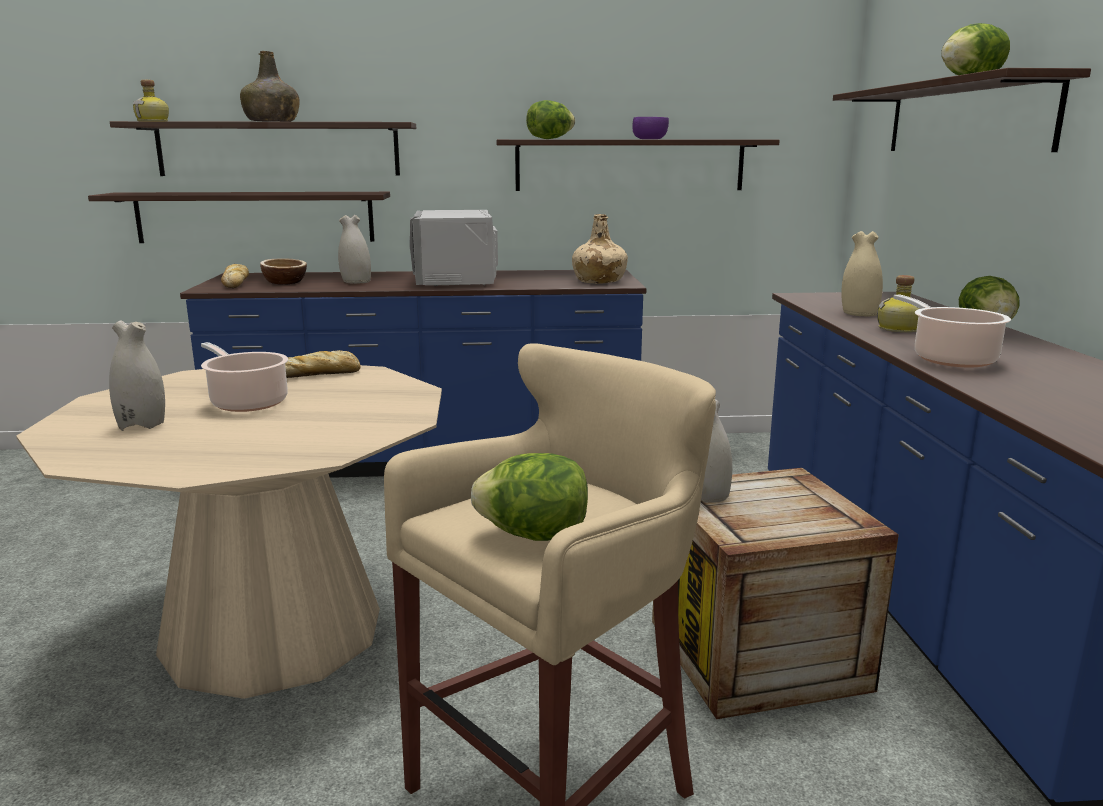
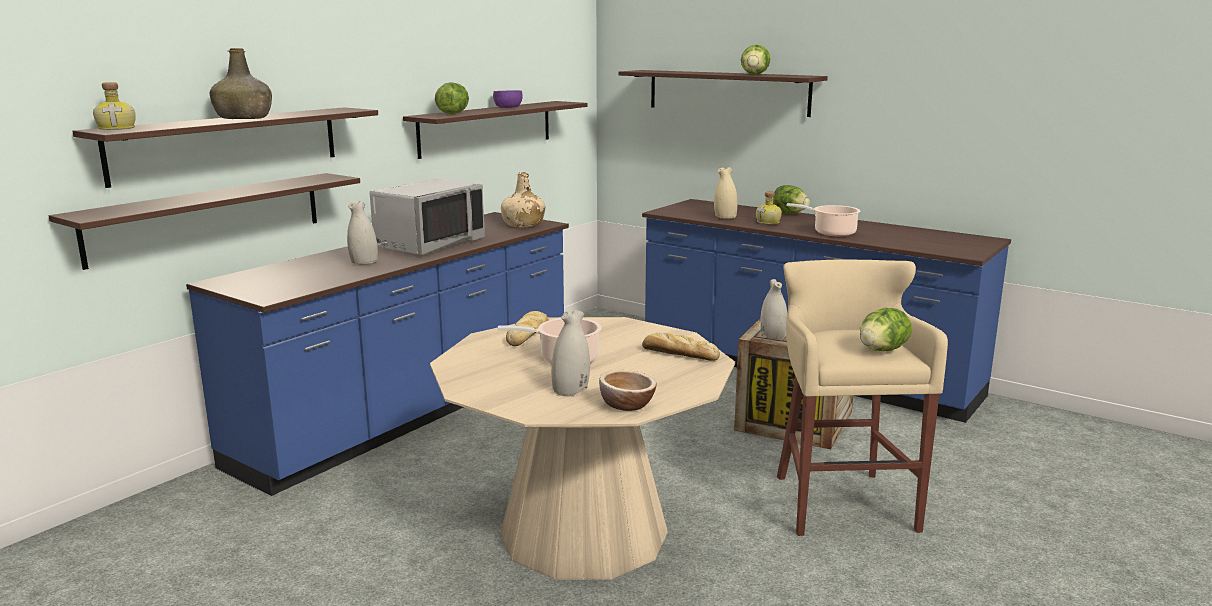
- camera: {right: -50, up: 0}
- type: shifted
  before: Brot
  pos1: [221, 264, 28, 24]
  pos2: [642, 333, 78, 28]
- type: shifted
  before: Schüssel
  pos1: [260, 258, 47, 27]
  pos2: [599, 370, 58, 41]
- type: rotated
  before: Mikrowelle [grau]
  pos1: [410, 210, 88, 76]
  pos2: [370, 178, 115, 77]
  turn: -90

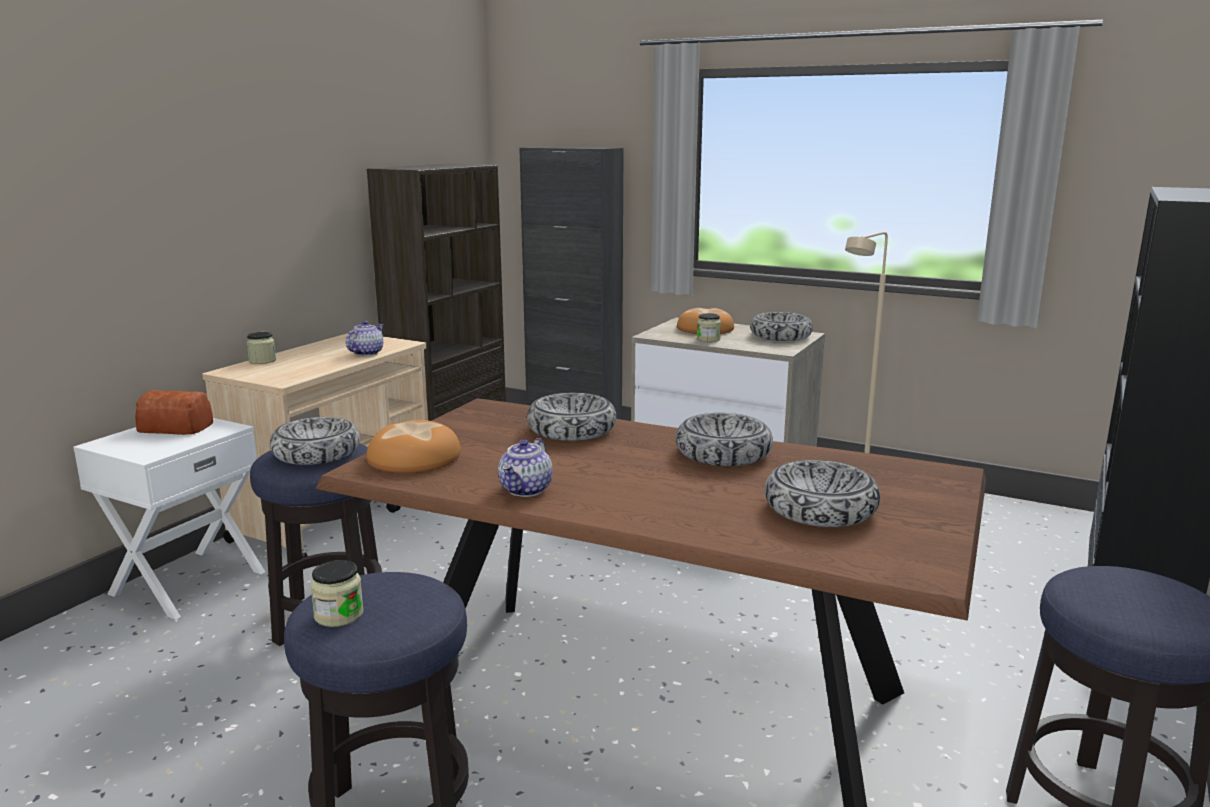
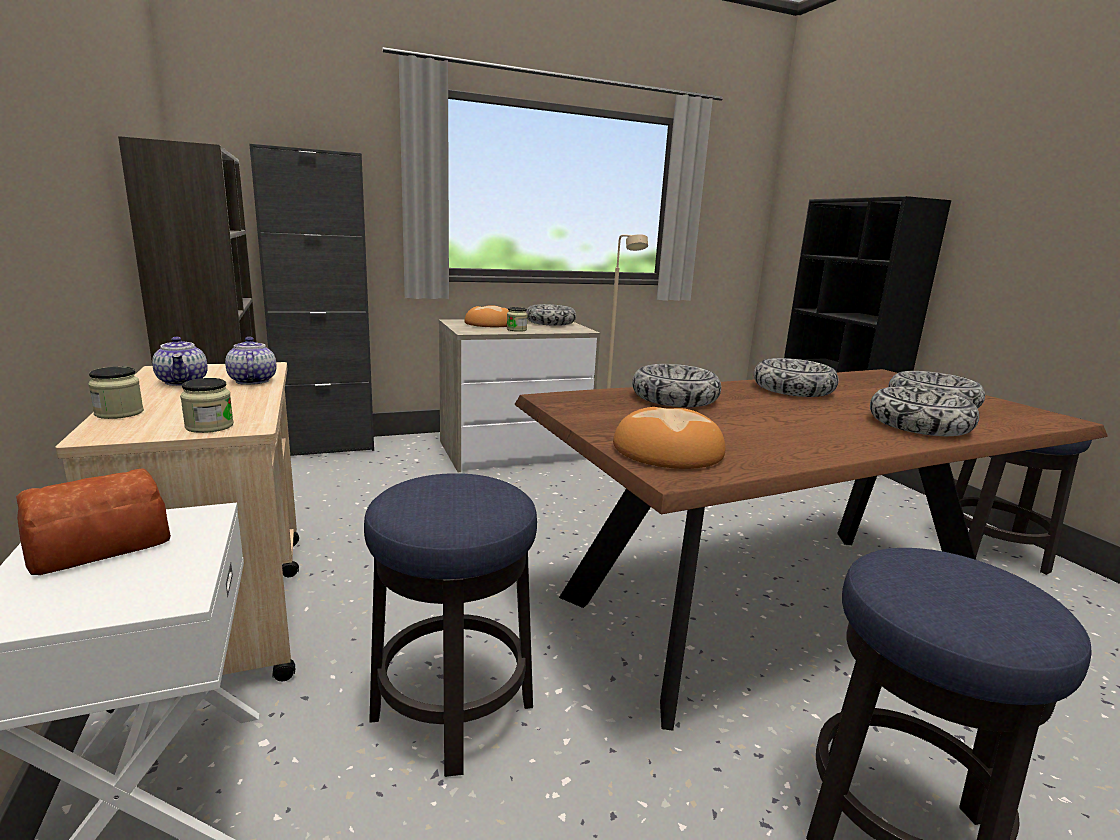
- camera: {right: -50, up: 0}
- type: shifted
  before: Schüssel
  pos1: [270, 417, 90, 48]
  pos2: [870, 387, 109, 49]
- type: shifted
  before: Vorratsglas
  pos1: [310, 560, 54, 67]
  pos2: [180, 378, 54, 55]
- type: shifted
  before: Teekanne
  pos1: [498, 438, 55, 59]
  pos2: [152, 337, 56, 49]

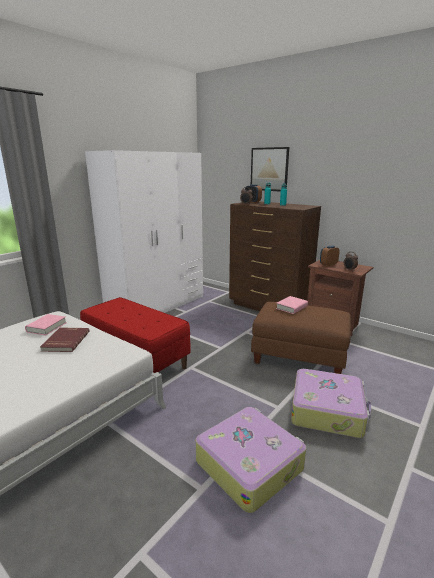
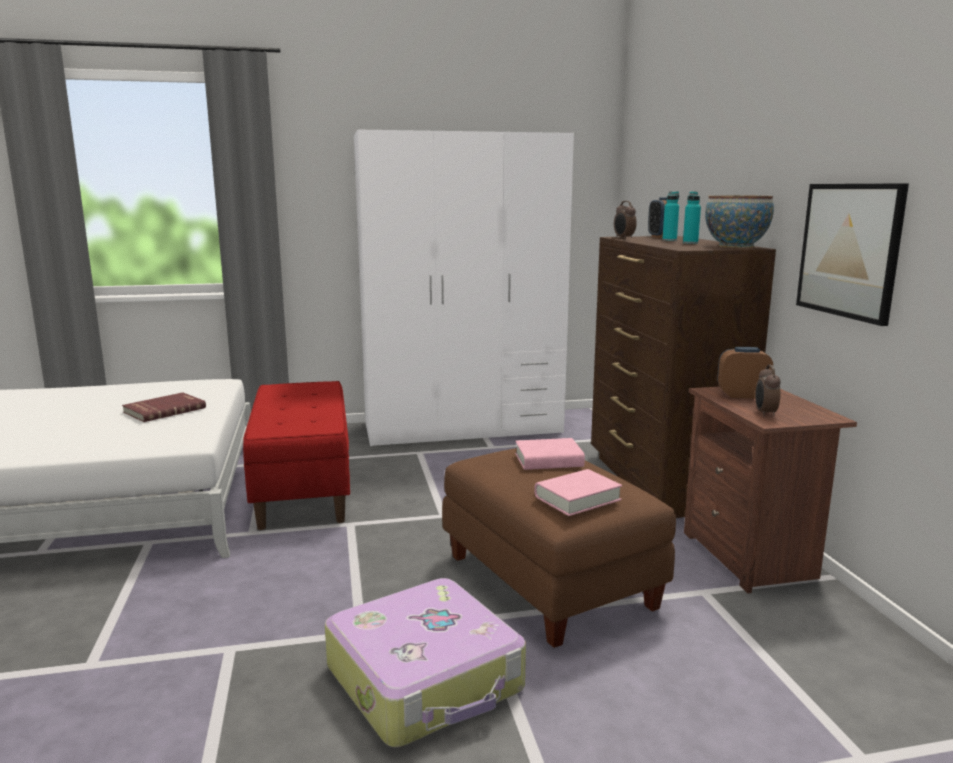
- camera: {right: 40, up: -5}
- type: gone
  before: Koffer
  pos1: [195, 407, 111, 106]
- type: new
  after: Schüssel
  pos2: [705, 196, 69, 52]
- type: shifted
  before: Buch [rosa]
  pos1: [25, 314, 42, 22]
  pos2: [534, 469, 88, 47]
- type: shifted
  before: Bild
  pos1: [251, 147, 38, 45]
  pos2: [796, 183, 113, 143]

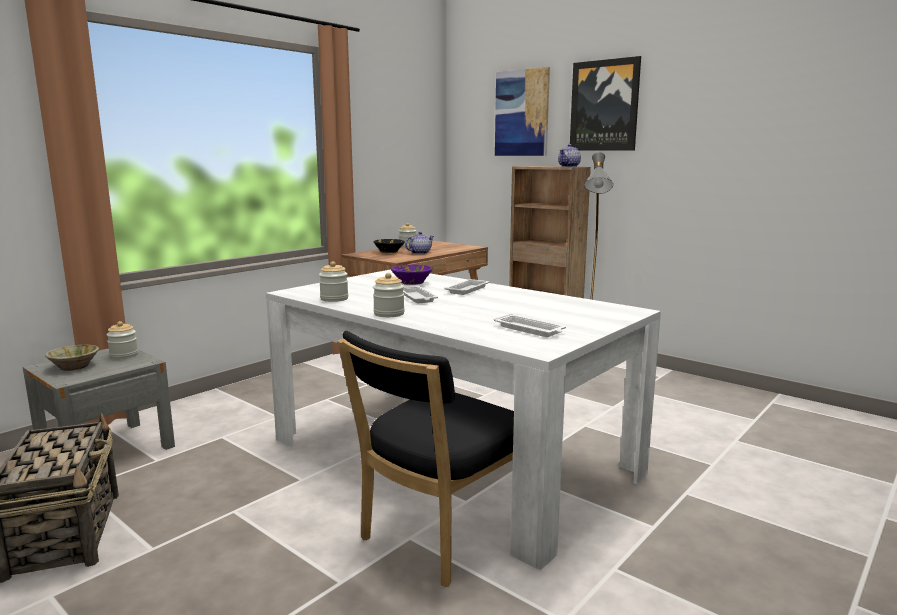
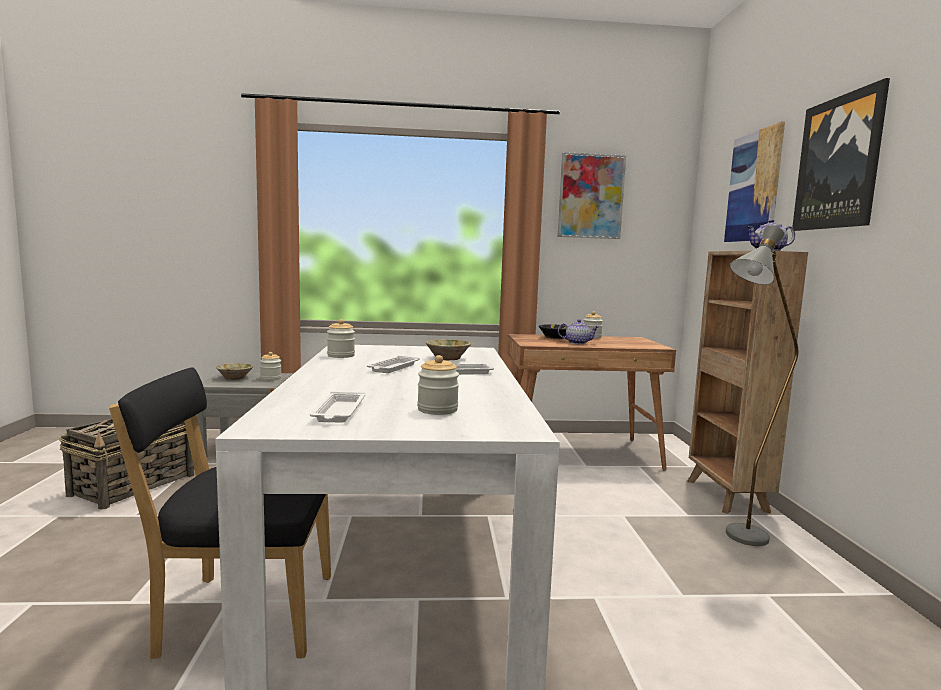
- camera: {right: 45, up: -5}
- type: new
  after: Bild
  pos2: [558, 152, 68, 87]
- type: shifted
  before: Vorratsglas
  pos1: [373, 273, 32, 44]
  pos2: [417, 355, 42, 60]
- type: repainted
  before: Schüssel [lila]
  after: Schüssel [beige]
  pos1: [391, 264, 42, 21]
  pos2: [426, 340, 45, 20]

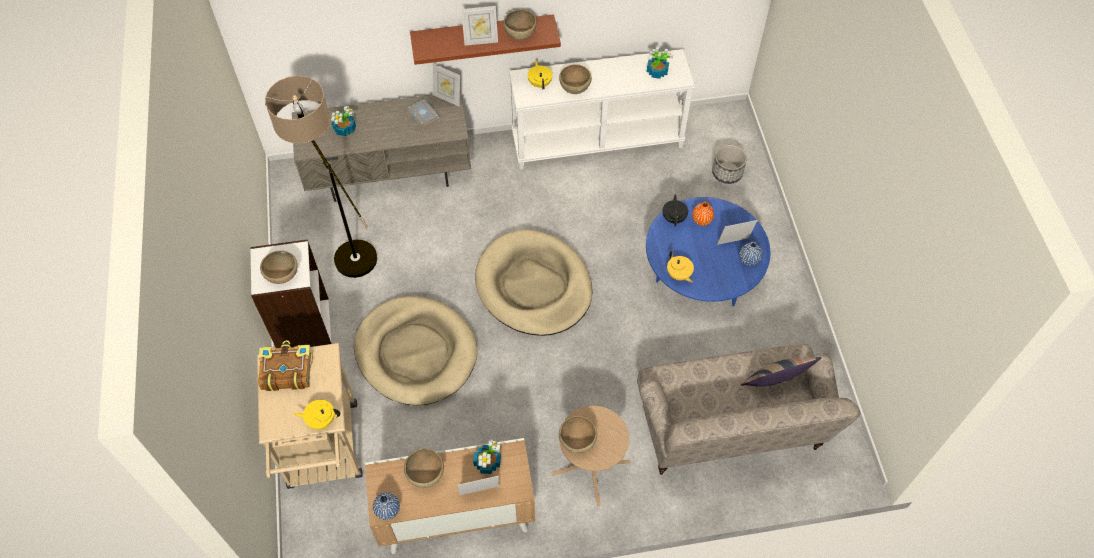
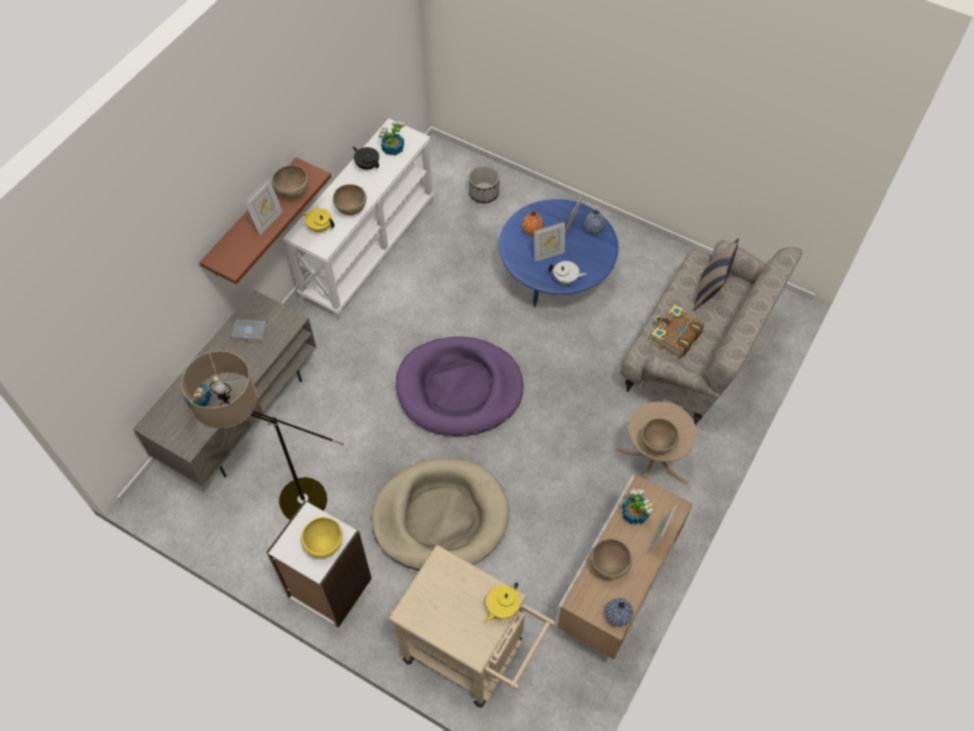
- camera: {right: -50, up: 0}
- type: shifted
  before: Buch
  pos1: [258, 340, 55, 51]
  pos2: [649, 304, 55, 54]
- type: shifted
  before: Bilderrahmen
  pos1: [433, 64, 27, 43]
  pos2: [534, 222, 31, 40]
- type: shifted
  before: Teekanne [schwarz]
  pos1: [663, 194, 25, 32]
  pos2: [353, 146, 26, 24]
- type: repainted
  before: Schüssel [braun]
  after: Schüssel [gelb]
  pos1: [260, 251, 38, 33]
  pos2: [301, 517, 42, 41]
- type: repainted
  before: Hundebett [beige]
  after: Hundebett [lila]
  pos1: [475, 229, 117, 107]
  pos2: [396, 336, 128, 100]
- type: repainted
  before: Teekanne [gelb]
  after: Teekanne [weiß]
  pos1: [667, 251, 27, 32]
  pos2: [548, 261, 38, 24]

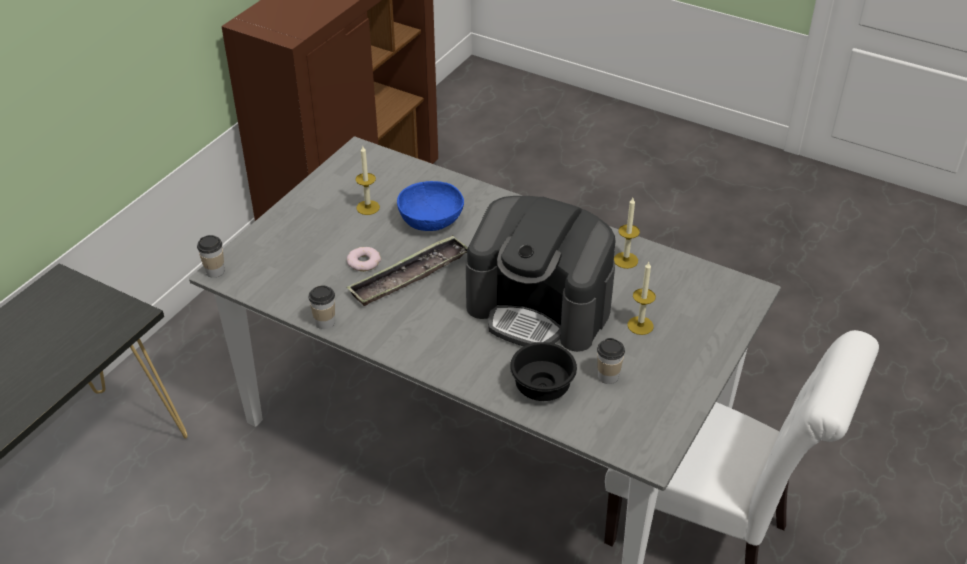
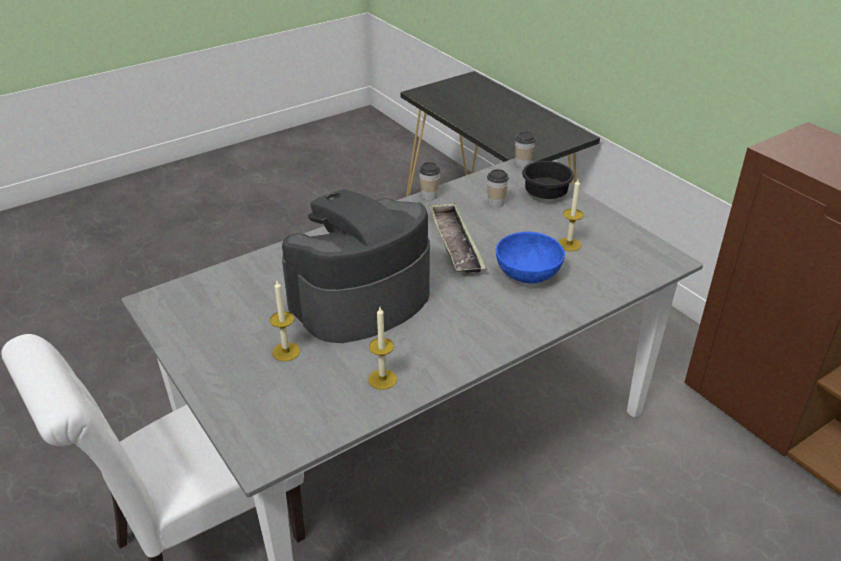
- camera: {right: 115, up: -5}
- type: gone
  before: Donut
  pos1: [347, 247, 34, 24]
- type: shifted
  before: Schüssel [schwarz]
  pos1: [510, 342, 67, 59]
  pos2: [522, 161, 52, 38]
- type: shifted
  before: Tasse
  pos1: [597, 338, 28, 46]
  pos2: [487, 169, 22, 39]

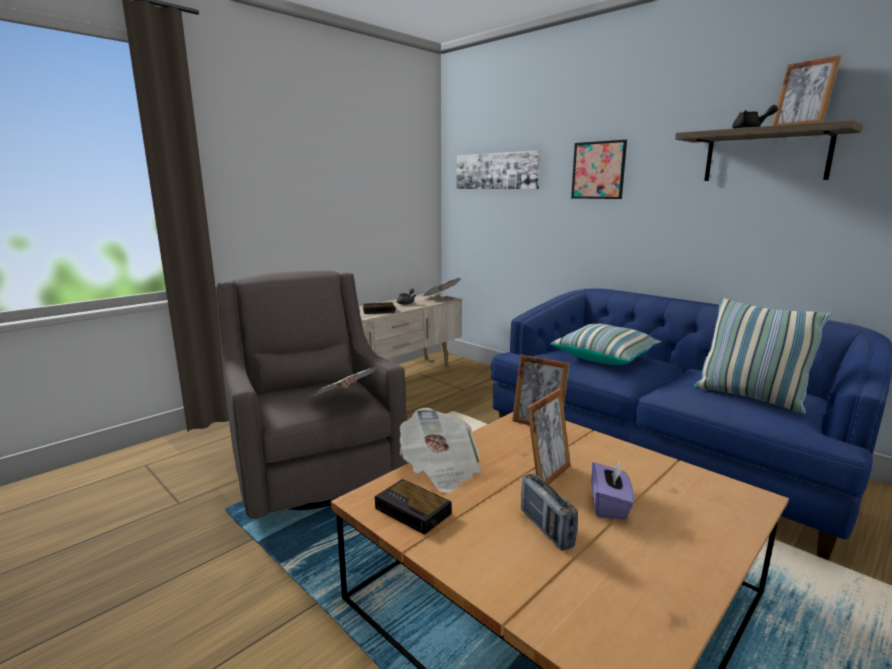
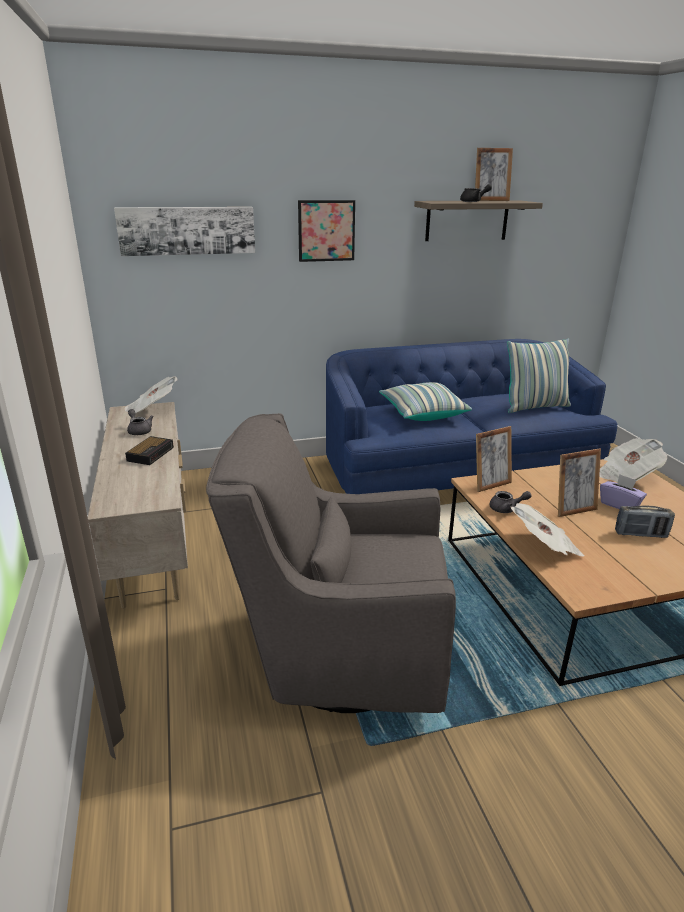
- camera: {right: -60, up: 10}
- type: gone
  before: Wecker
  pos1: [375, 479, 76, 56]
- type: new
  after: Teekanne [grau]
  pos2: [490, 491, 42, 22]
- type: shifted
  before: Zeitung
  pos1: [307, 367, 71, 31]
  pos2: [599, 438, 68, 44]
- type: rotated
  before: Bilderrahmen
  pos1: [527, 388, 44, 97]
  pos2: [558, 448, 43, 69]
  turn: 90

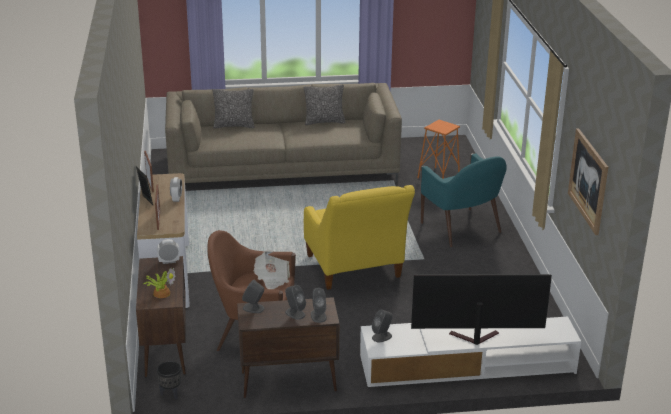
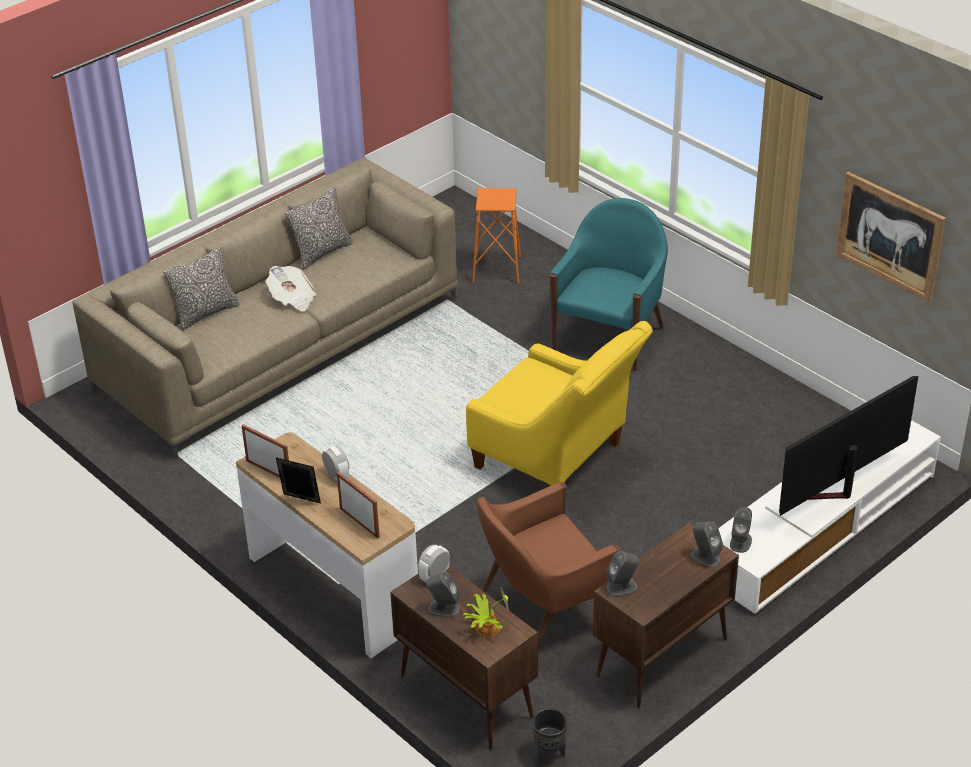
- camera: {right: -35, up: 10}
- type: shifted
  before: Zeitung
  pos1: [254, 250, 36, 39]
  pos2: [266, 266, 51, 45]
- type: shifted
  before: Lautsprecher [grau]
  pos1: [285, 285, 21, 35]
  pos2: [426, 572, 34, 45]
- type: rotated
  before: Sessel [türkis]
  pos1: [421, 153, 86, 94]
  pos2: [549, 198, 119, 173]
  turn: -90

